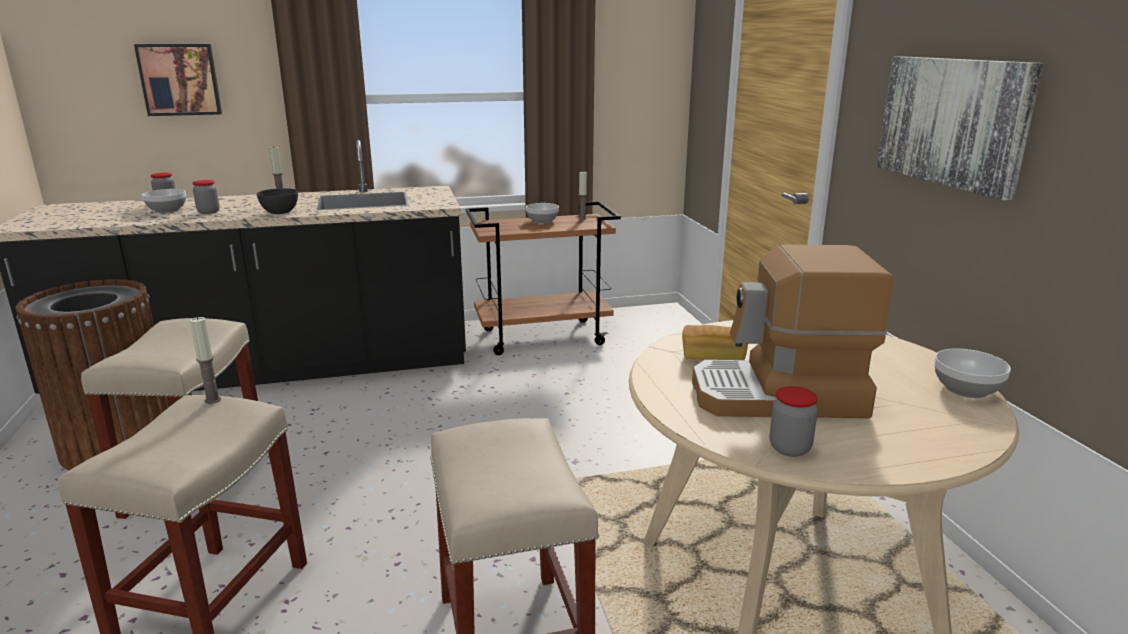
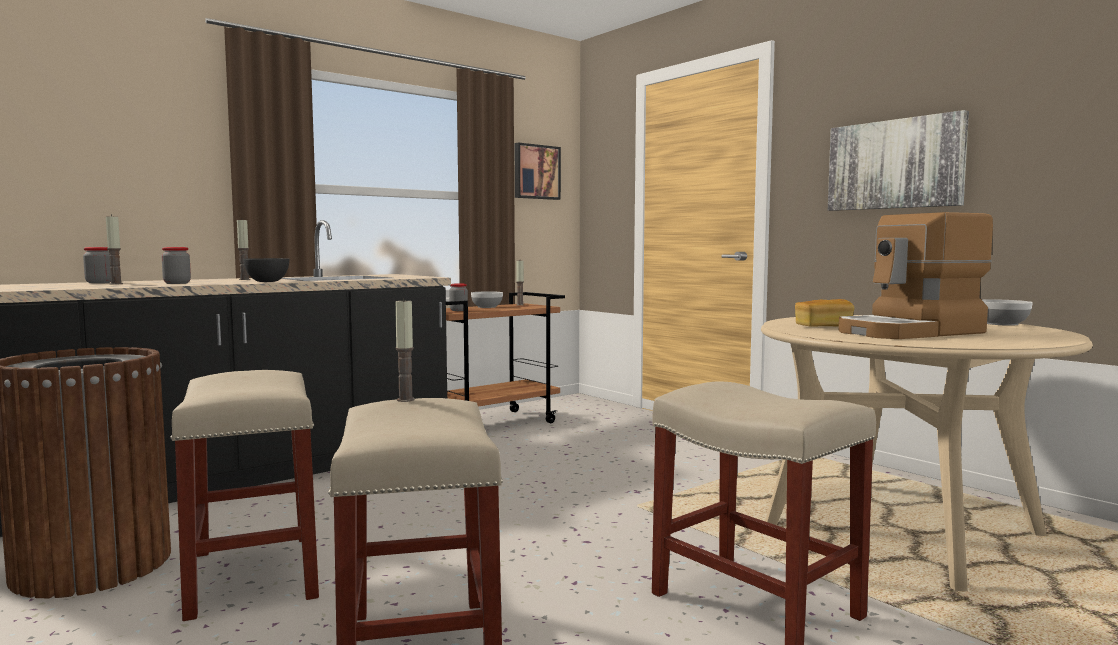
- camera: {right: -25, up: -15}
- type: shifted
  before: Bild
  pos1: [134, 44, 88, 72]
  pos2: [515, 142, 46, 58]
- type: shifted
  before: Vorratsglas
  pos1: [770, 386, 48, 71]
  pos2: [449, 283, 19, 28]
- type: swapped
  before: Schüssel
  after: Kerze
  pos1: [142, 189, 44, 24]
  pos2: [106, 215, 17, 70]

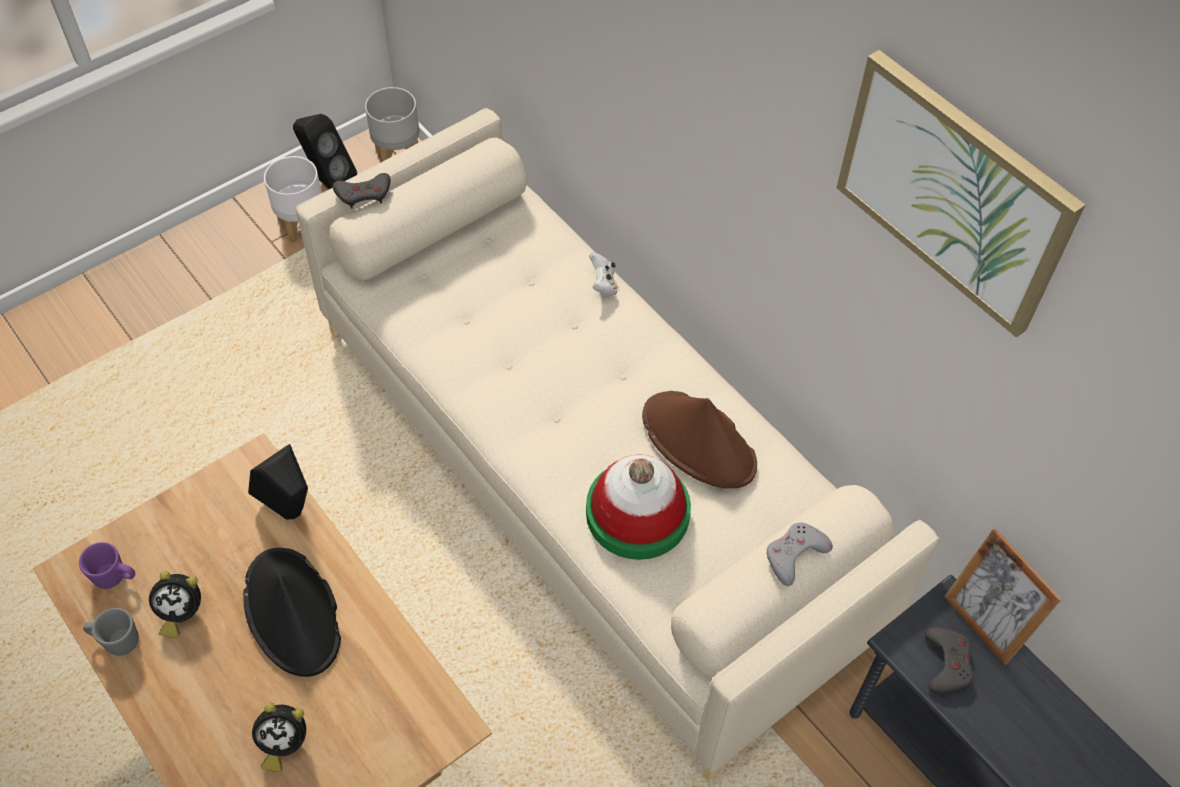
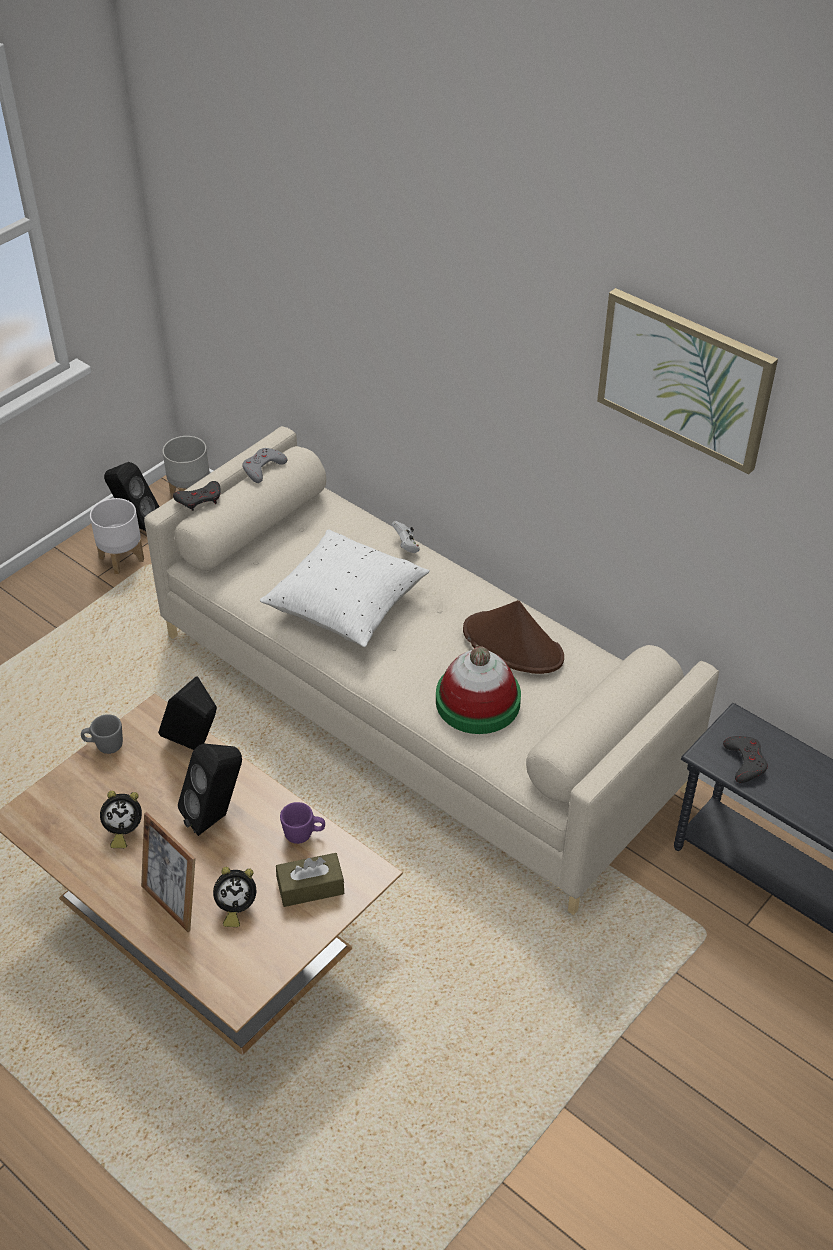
- camera: {right: -10, up: -10}
- type: new
  after: Kissen [weiß]
  pos2: [260, 529, 170, 118]
- type: new
  after: Taschentuchbox [braun]
  pos2: [276, 853, 68, 54]
- type: shifted
  before: Henkelbecher [lila]
  pos1: [79, 542, 56, 47]
  pos2: [280, 802, 45, 42]
- type: shifted
  before: Henkelbecher [grau]
  pos1: [83, 608, 56, 48]
  pos2: [81, 714, 42, 40]
- type: shifted
  before: Gamepad [grau]
  pos1: [767, 522, 66, 64]
  pos2: [242, 448, 45, 35]
- type: shifted
  before: Bilderrahmen
  pos1: [944, 528, 118, 137]
  pos2: [141, 812, 55, 120]
- type: swapped
  before: Hut [schwarz]
  after: Lautsprecher [schwarz]
  pos1: [243, 548, 98, 129]
  pos2: [178, 743, 64, 93]

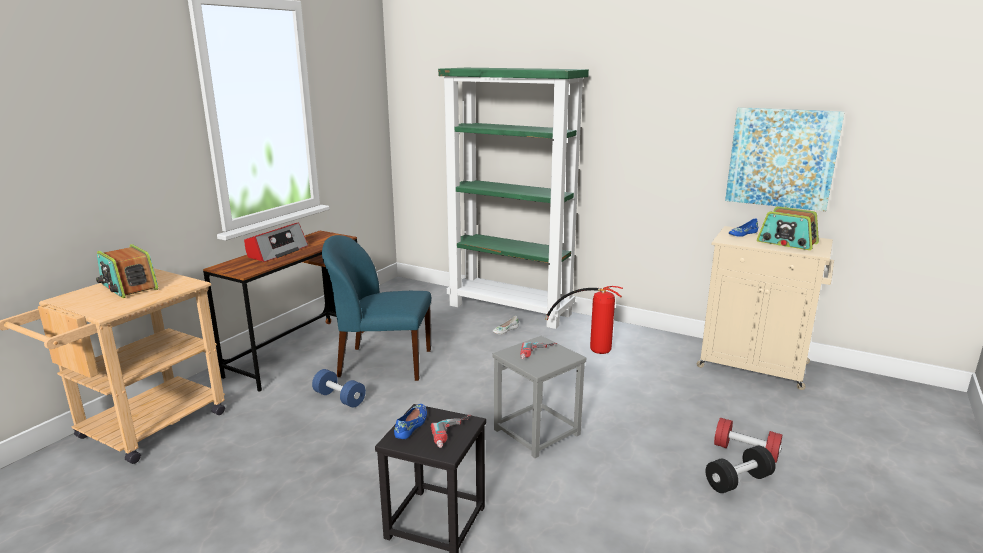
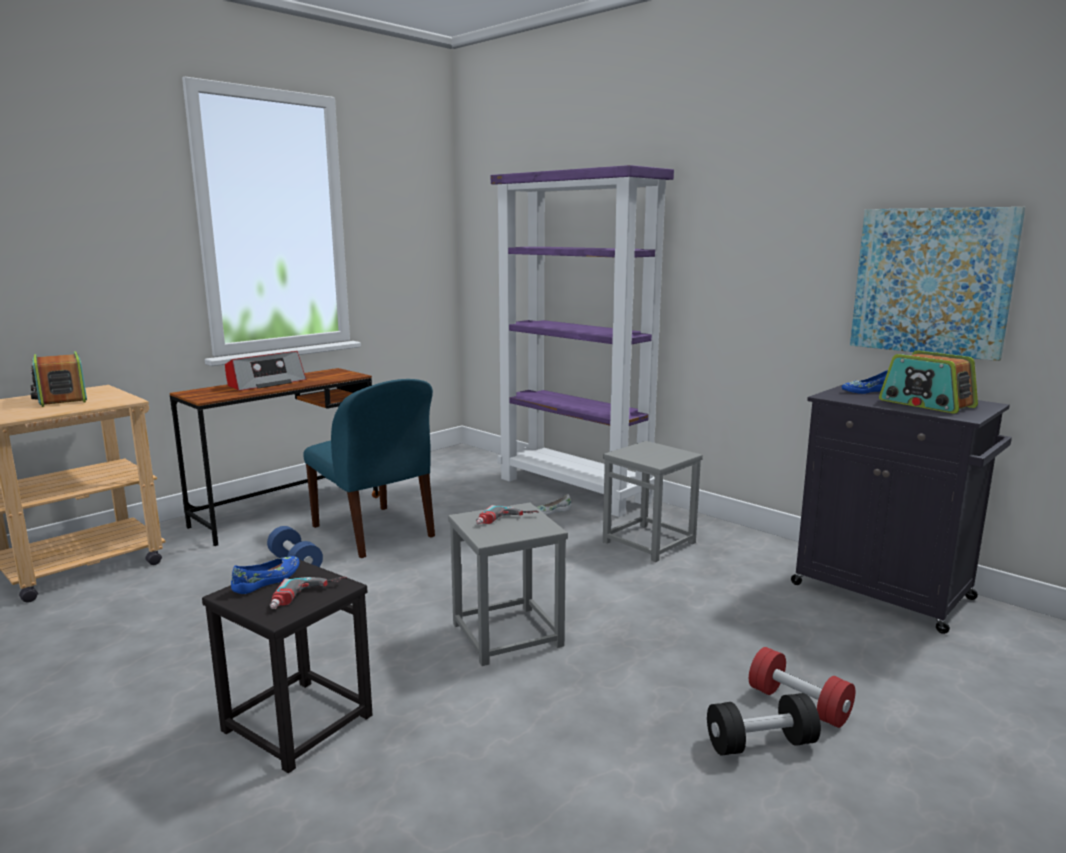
- camera: {right: 15, up: -5}
- type: swapped
  before: Feuerlöscher
  after: Hocker [grau]
  pos1: [545, 286, 78, 68]
  pos2: [603, 441, 100, 121]
- type: repainted
  before: Bücherregal [grün]
  after: Bücherregal [lila]
  pos1: [438, 68, 151, 261]
  pos2: [491, 165, 183, 352]
- type: repainted
  before: Schrank [beige]
  after: Schrank [schwarz]
  pos1: [697, 226, 137, 164]
  pos2: [791, 384, 221, 250]
- type: rotated
  before: Stuhl [blau]
  pos1: [322, 235, 109, 146]
  pos2: [303, 379, 132, 179]
  turn: -150

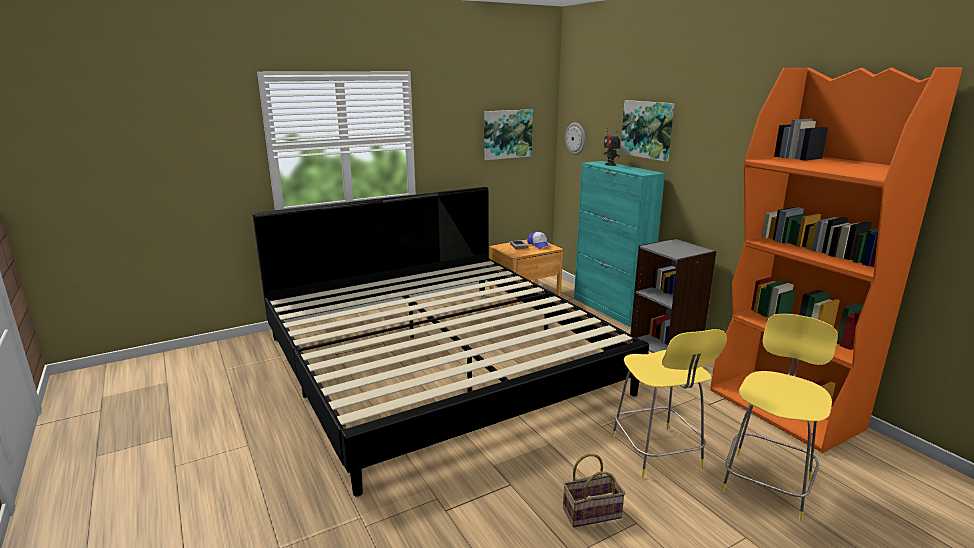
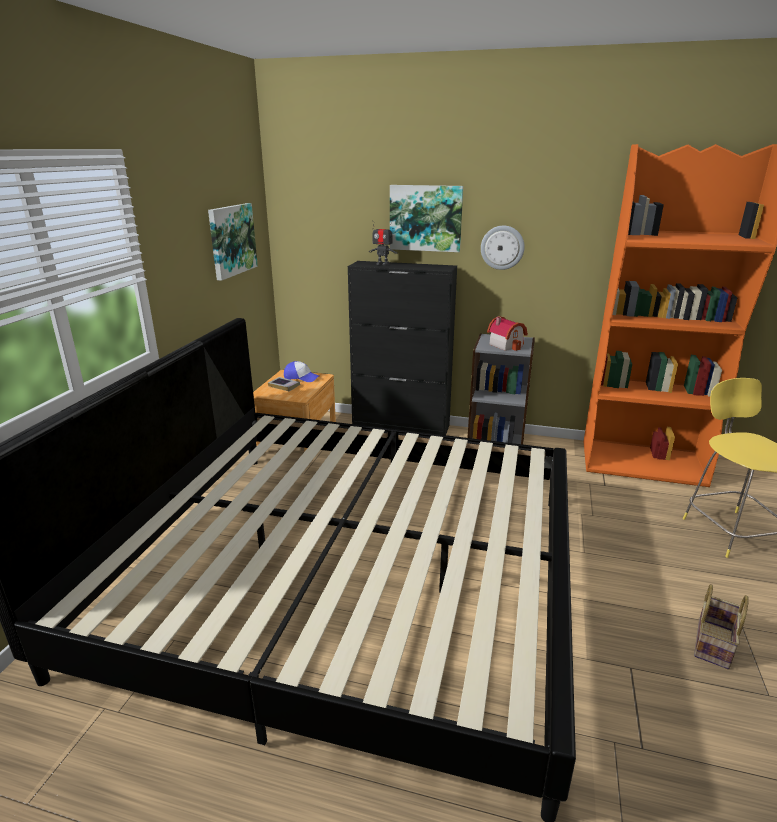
- camera: {right: -45, up: 5}
- type: gone
  before: Hocker [gelb]
  pos1: [612, 329, 115, 149]
- type: new
  after: Spielzeughaus
  pos2: [487, 316, 41, 35]
- type: shifted
  before: Wanduhr
  pos1: [565, 123, 20, 32]
  pos2: [481, 226, 44, 44]
- type: repainted
  before: Schrank [türkis]
  after: Schrank [schwarz]
  pos1: [574, 161, 91, 166]
  pos2: [348, 261, 109, 174]

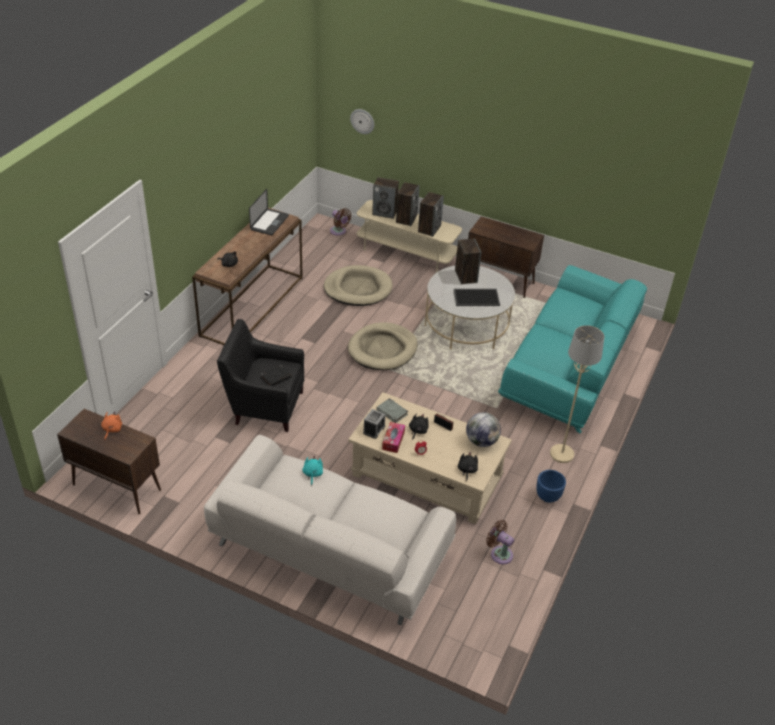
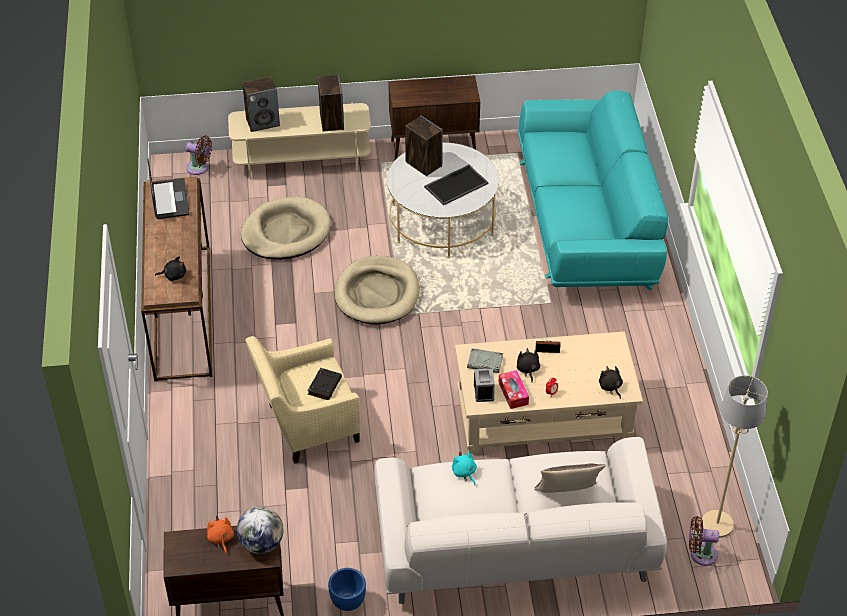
- camera: {right: -30, up: 5}
- type: gone
  before: Wanduhr
  pos1: [350, 109, 24, 25]
- type: gone
  before: Lautsprecher
  pos1: [396, 182, 24, 44]
- type: new
  after: Kissen
  pos2: [534, 463, 72, 30]
- type: shifted
  before: Globus
  pos1: [466, 412, 35, 35]
  pos2: [237, 507, 47, 47]
- type: shifted
  before: Ventilator [braun]
  pos1: [486, 520, 28, 44]
  pos2: [689, 516, 30, 50]
- type: shifted
  before: Pflanzkübel [blau]
  pos1: [536, 470, 30, 33]
  pos2: [328, 568, 38, 43]
- type: shifted
  before: Stehlampe [beige]
  pos1: [550, 325, 54, 138]
  pos2: [702, 375, 66, 163]
- type: repainted
  before: Sessel [schwarz]
  after: Sessel [beige]
  pos1: [217, 319, 87, 113]
  pos2: [246, 336, 115, 128]

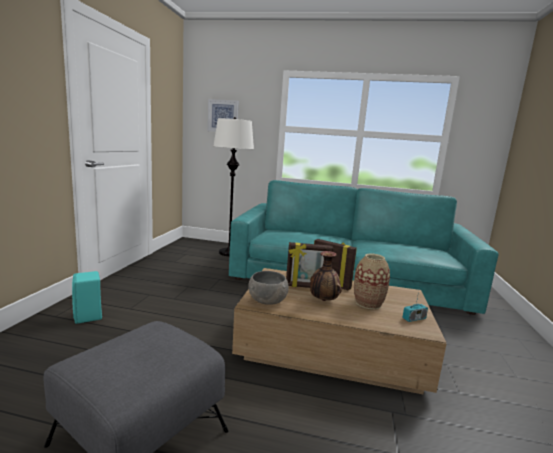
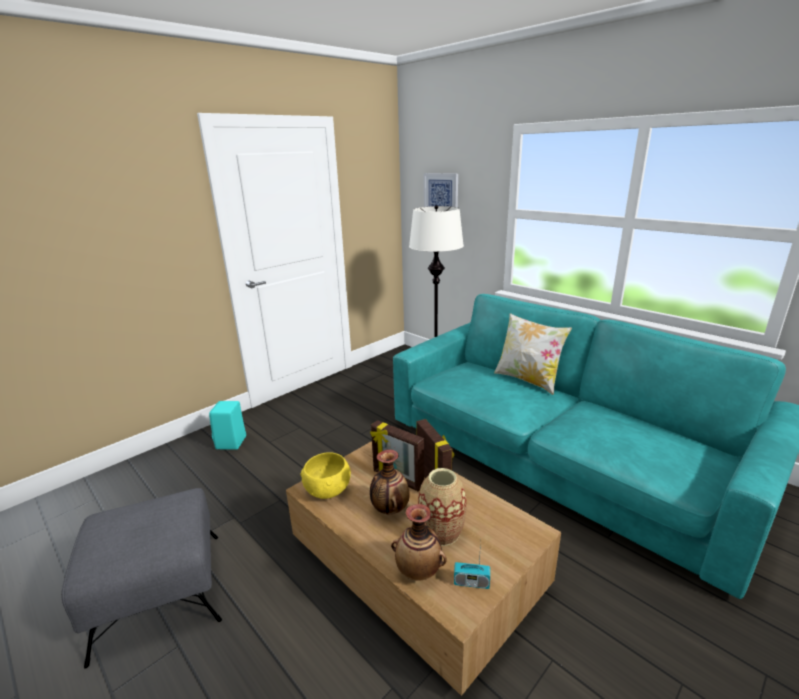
- camera: {right: 35, up: 10}
- type: new
  after: Vase
  pos2: [391, 504, 56, 77]
- type: new
  after: Kissen
  pos2: [494, 313, 78, 82]
- type: repainted
  before: Schüssel [grau]
  after: Schüssel [gelb]
  pos1: [248, 271, 41, 34]
  pos2: [300, 452, 51, 47]

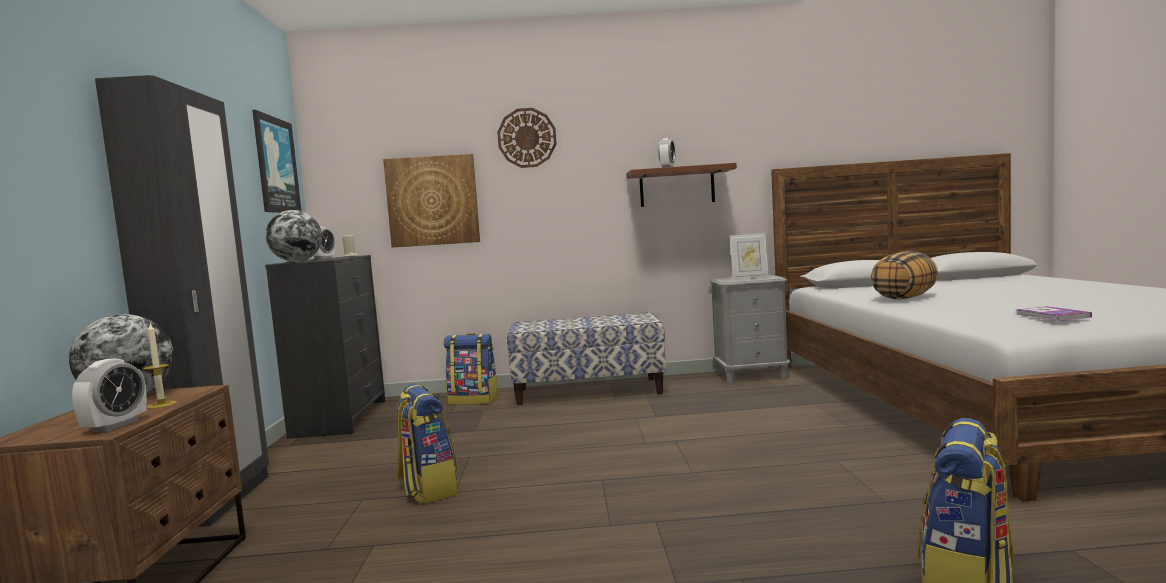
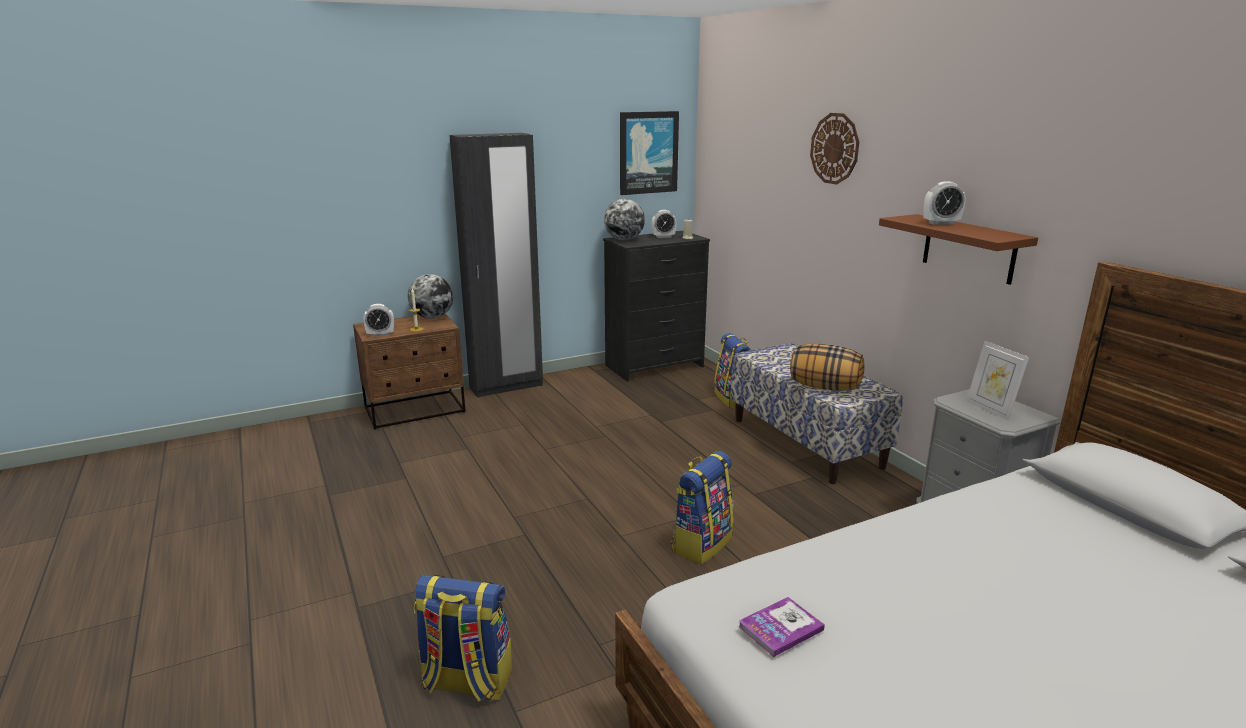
- camera: {right: 65, up: 15}
- type: gone
  before: Bild
  pos1: [383, 154, 97, 93]
- type: shifted
  before: Rucksack
  pos1: [397, 384, 61, 120]
  pos2: [671, 451, 63, 113]
- type: shifted
  before: Kissen
  pos1: [871, 251, 67, 48]
  pos2: [790, 344, 75, 47]

